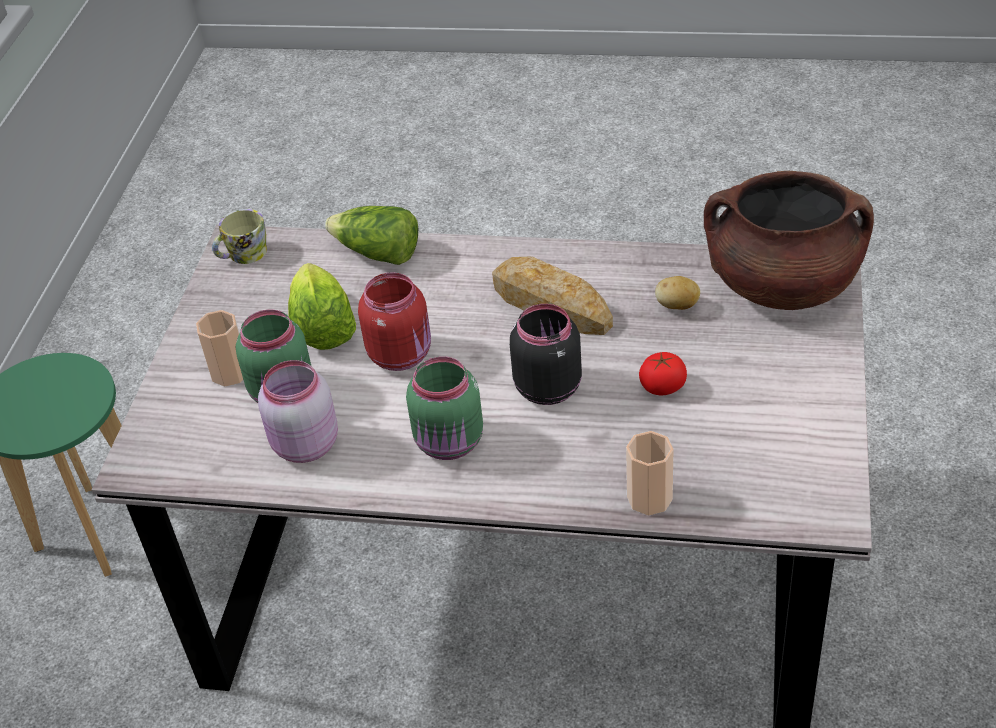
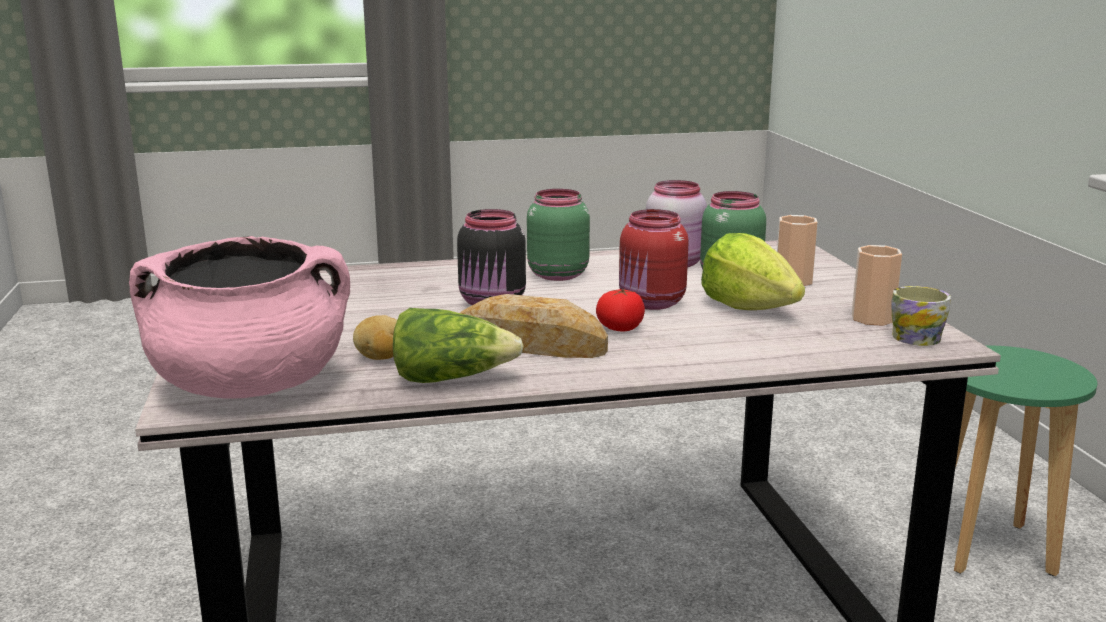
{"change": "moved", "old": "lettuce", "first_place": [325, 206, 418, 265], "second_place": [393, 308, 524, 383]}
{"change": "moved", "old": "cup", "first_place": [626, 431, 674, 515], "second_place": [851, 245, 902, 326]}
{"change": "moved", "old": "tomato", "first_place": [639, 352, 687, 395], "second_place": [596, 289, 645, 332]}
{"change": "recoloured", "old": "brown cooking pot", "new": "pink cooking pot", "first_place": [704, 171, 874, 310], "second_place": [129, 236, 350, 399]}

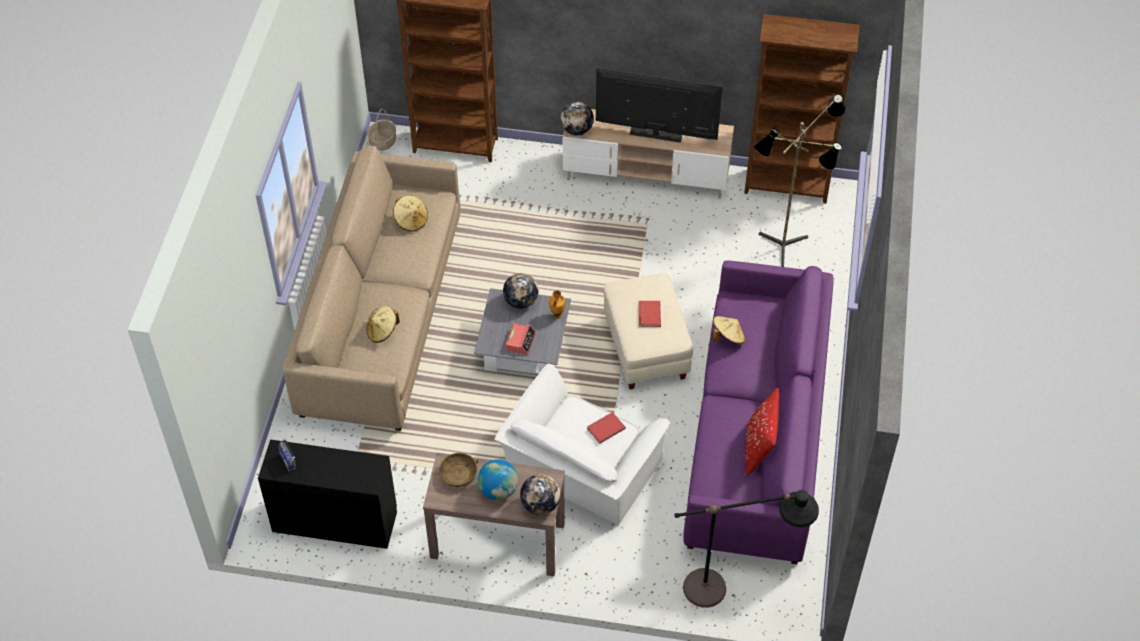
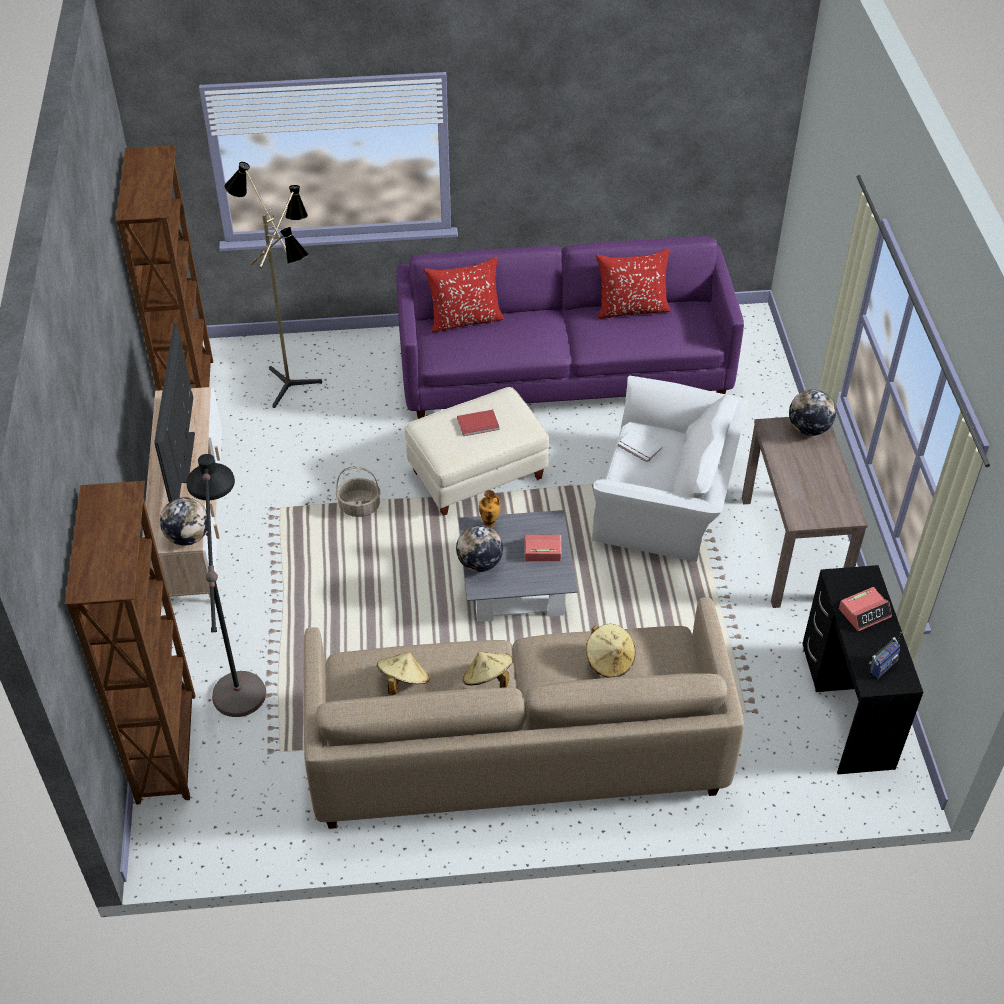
{"change": "removed", "old": "brown bowl", "first_place": [439, 453, 478, 487]}
{"change": "removed", "old": "globe", "first_place": [478, 460, 518, 500]}
{"change": "added", "new": "red pillow", "second_place": [424, 257, 504, 332]}
{"change": "added", "new": "alarm clock", "second_place": [839, 587, 892, 631]}
{"change": "moved", "old": "basket", "first_place": [367, 109, 396, 151], "second_place": [336, 466, 381, 517]}
{"change": "moved", "old": "black floor lamp", "first_place": [674, 490, 819, 608], "second_place": [186, 454, 266, 717]}
{"change": "moved", "old": "beige hat", "first_place": [712, 316, 745, 344], "second_place": [463, 652, 513, 688]}
{"change": "recoloured", "old": "red book", "new": "white book", "first_place": [587, 412, 626, 444], "second_place": [618, 430, 663, 463]}

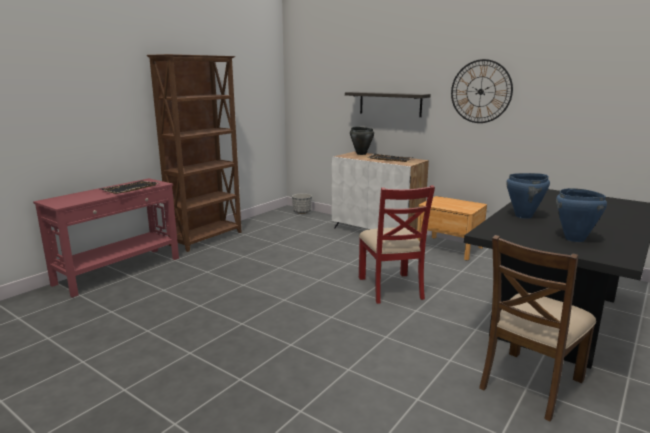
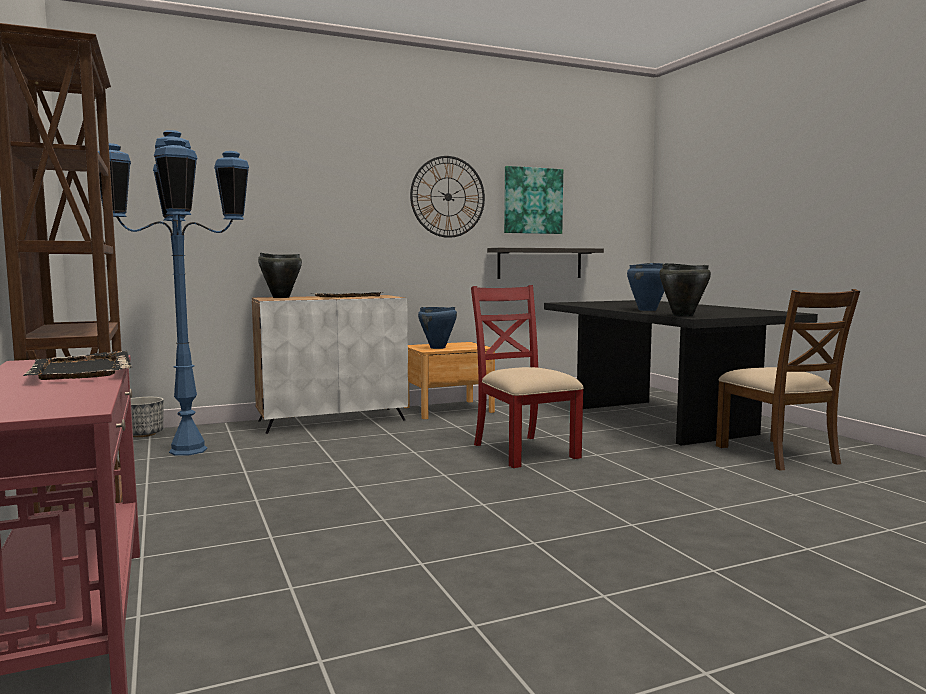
{"change": "added", "new": "blue floor lamp", "second_place": [98, 130, 249, 456]}
{"change": "added", "new": "picture", "second_place": [504, 166, 563, 234]}
{"change": "added", "new": "black cooking pot", "second_place": [660, 263, 711, 317]}
{"change": "moved", "old": "shelf", "first_place": [345, 92, 431, 117], "second_place": [487, 248, 604, 279]}
{"change": "moved", "old": "blue cooking pot", "first_place": [556, 188, 607, 242], "second_place": [418, 307, 457, 349]}
{"change": "turned", "old": "red chair", "first_place": [359, 185, 435, 304], "second_place": [471, 285, 584, 468], "degrees": -135}

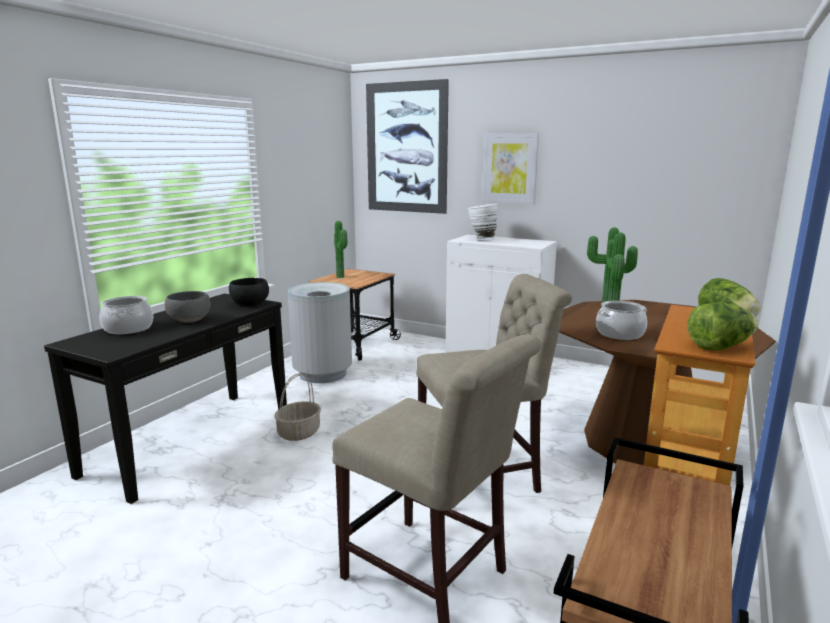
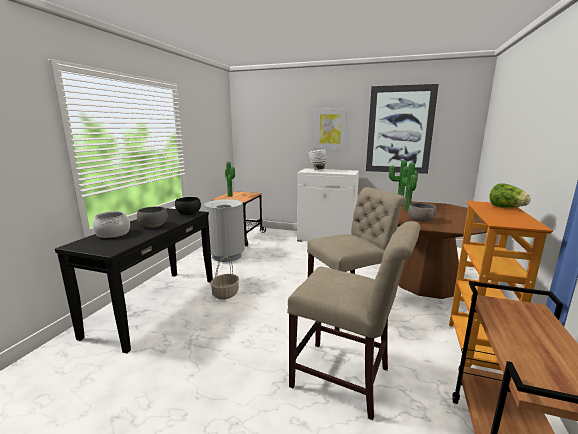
{"change": "removed", "old": "lettuce", "first_place": [687, 302, 758, 350]}
{"change": "moved", "old": "picture", "first_place": [366, 79, 449, 214], "second_place": [366, 84, 439, 174]}
{"change": "replaced", "old": "cooking pot", "new": "grey bowl", "first_place": [596, 301, 647, 340], "second_place": [408, 203, 437, 222]}

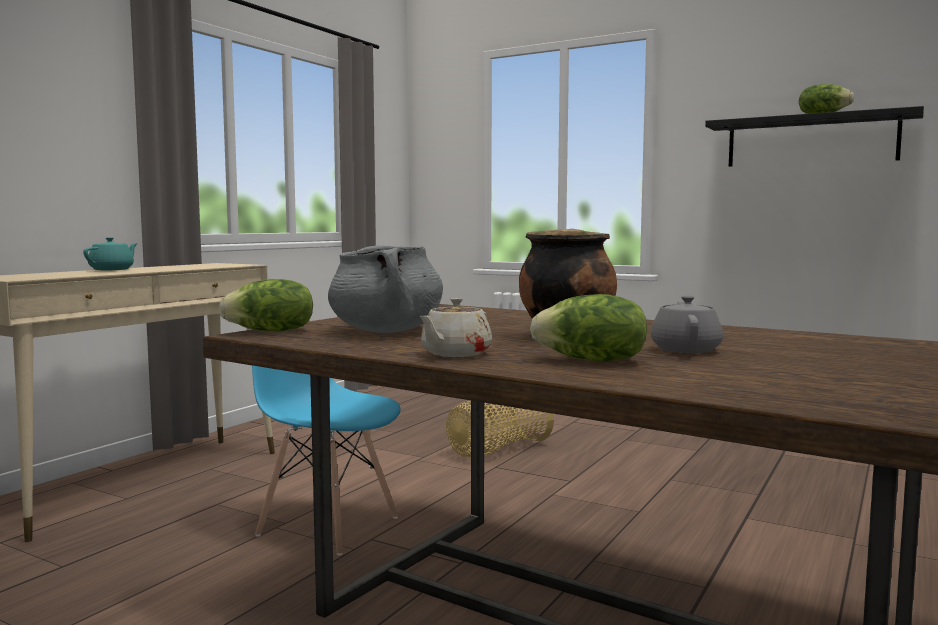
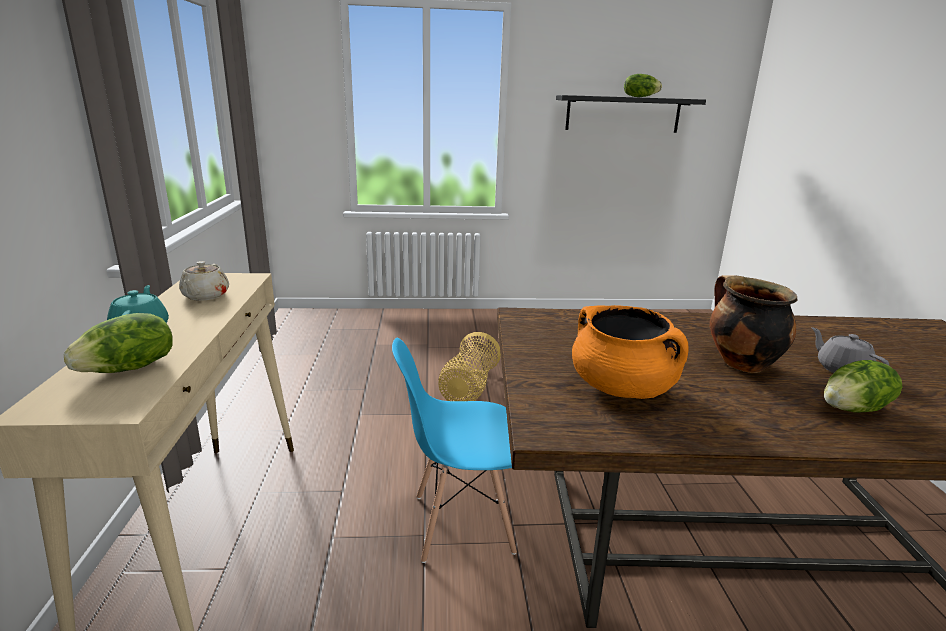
{"change": "moved", "old": "lettuce", "first_place": [219, 279, 313, 332], "second_place": [64, 313, 173, 373]}
{"change": "moved", "old": "beige teapot", "first_place": [419, 298, 492, 357], "second_place": [179, 261, 229, 301]}
{"change": "recoloured", "old": "grey cooking pot", "new": "orange cooking pot", "first_place": [328, 245, 443, 333], "second_place": [572, 305, 689, 399]}

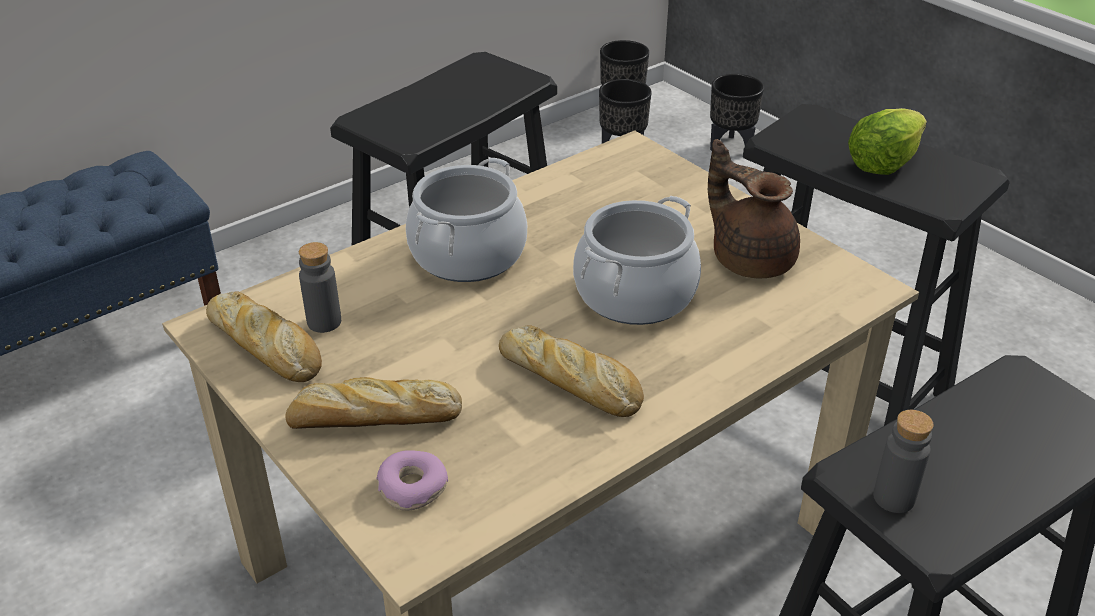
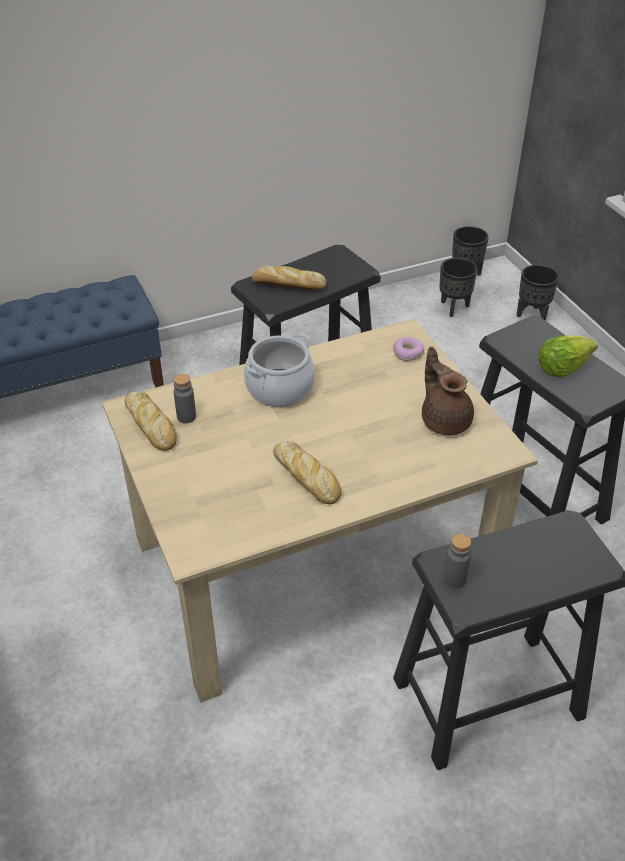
{"change": "removed", "old": "cooking pot", "first_place": [573, 196, 701, 325]}
{"change": "moved", "old": "bread", "first_place": [286, 377, 462, 429], "second_place": [252, 265, 327, 290]}
{"change": "moved", "old": "donut", "first_place": [376, 450, 448, 511], "second_place": [393, 337, 424, 361]}

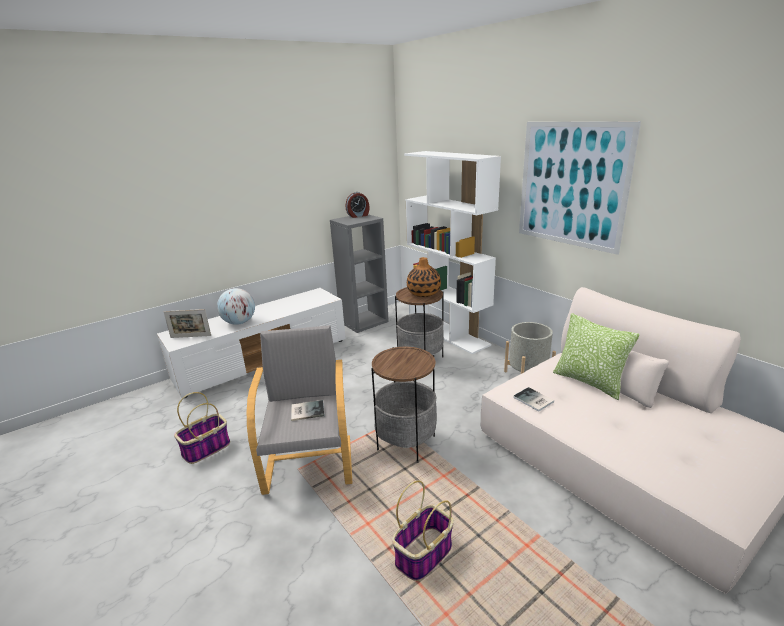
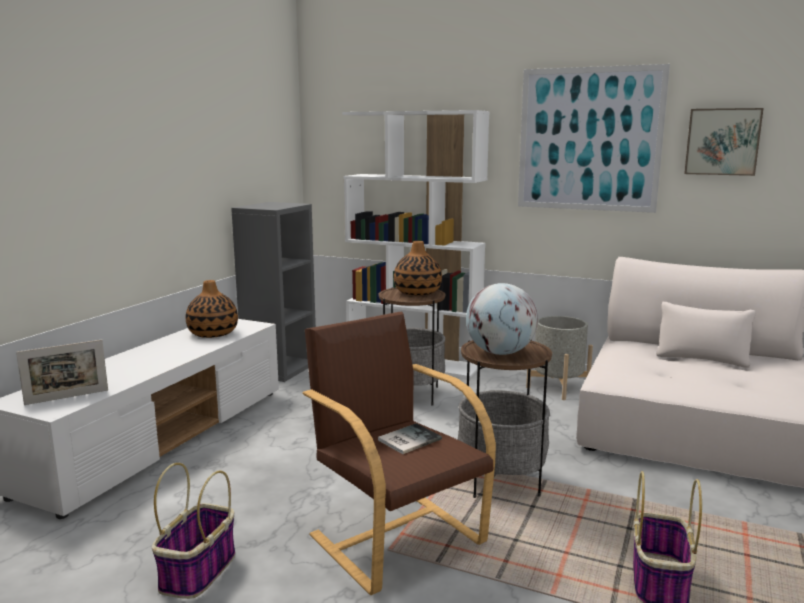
{"change": "removed", "old": "alarm clock", "first_place": [345, 192, 370, 218]}
{"change": "removed", "old": "book", "first_place": [513, 387, 554, 412]}
{"change": "removed", "old": "pillow", "first_place": [553, 313, 640, 400]}
{"change": "added", "new": "vase", "second_place": [186, 280, 238, 338]}
{"change": "added", "new": "picture", "second_place": [684, 108, 764, 176]}
{"change": "moved", "old": "globe", "first_place": [217, 288, 255, 325], "second_place": [466, 283, 538, 355]}
{"change": "recoloured", "old": "grey armchair", "new": "brown armchair", "first_place": [247, 325, 352, 495], "second_place": [303, 312, 496, 595]}

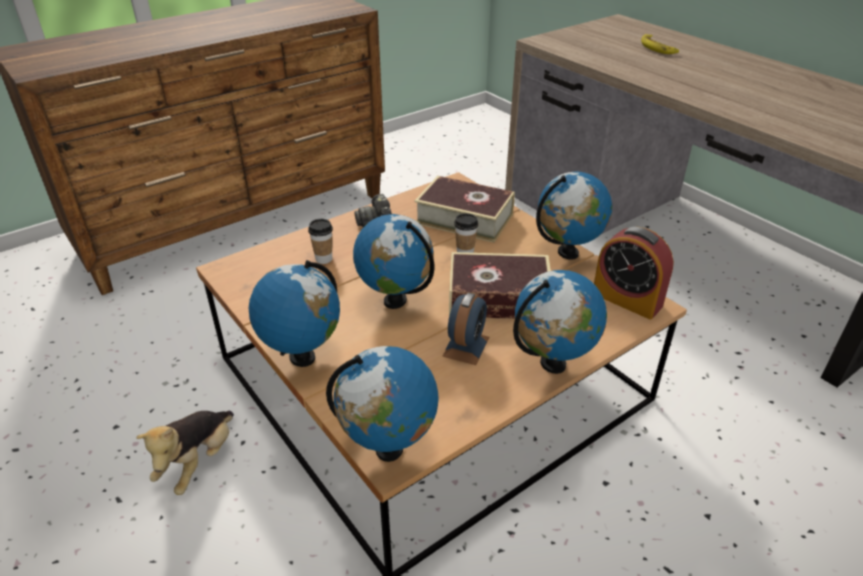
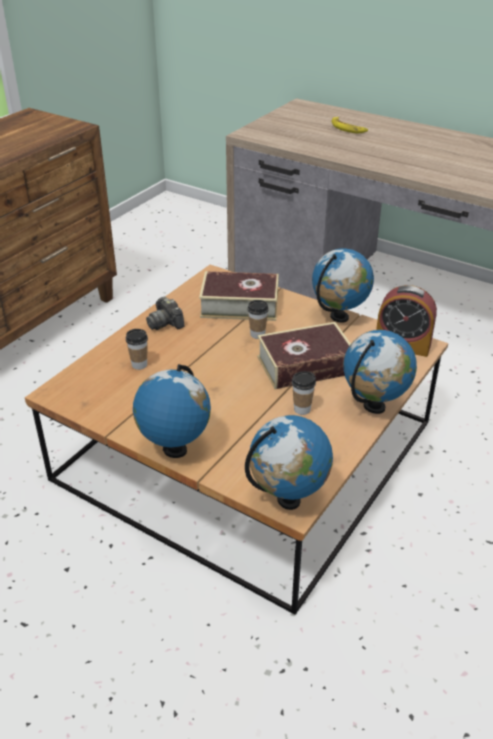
{"change": "removed", "old": "plush toy", "first_place": [136, 411, 234, 495]}
{"change": "removed", "old": "globe", "first_place": [353, 214, 434, 309]}
{"change": "replaced", "old": "alarm clock", "new": "cup", "first_place": [442, 293, 489, 365], "second_place": [292, 371, 316, 415]}

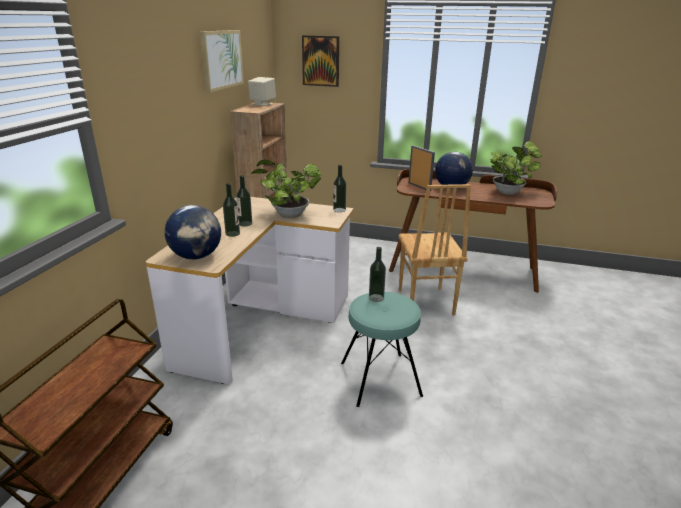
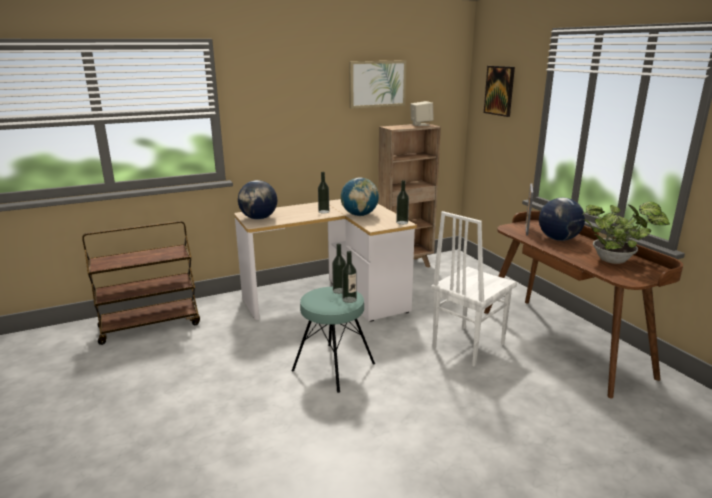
{"change": "moved", "old": "bottle", "first_place": [223, 183, 240, 237], "second_place": [342, 251, 357, 303]}
{"change": "replaced", "old": "potted plant", "new": "globe", "first_place": [249, 160, 322, 218], "second_place": [341, 177, 379, 216]}
{"change": "recoloured", "old": "brown chair", "new": "white chair", "first_place": [399, 184, 471, 316], "second_place": [431, 211, 517, 367]}

